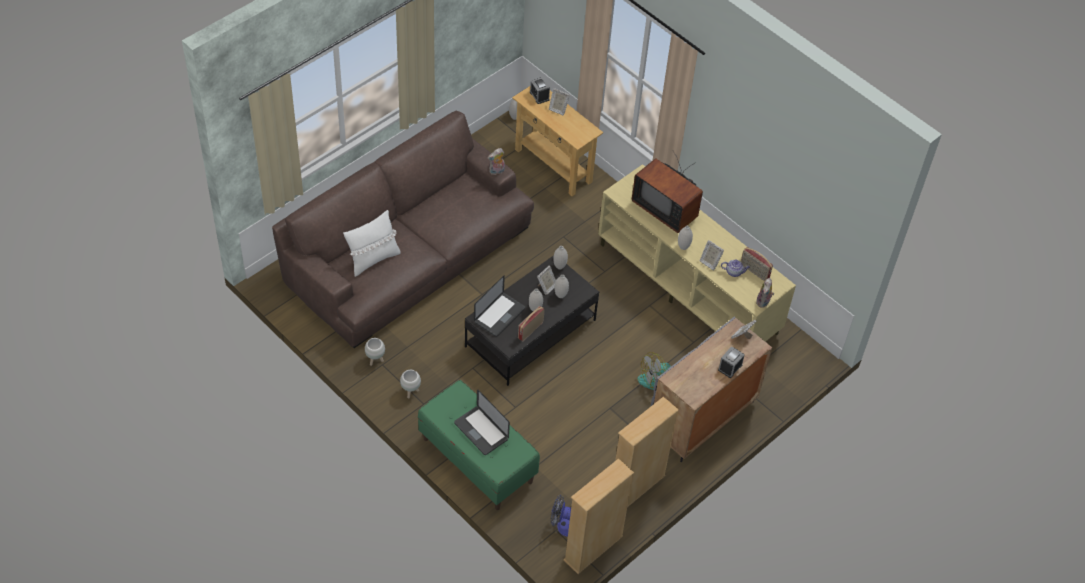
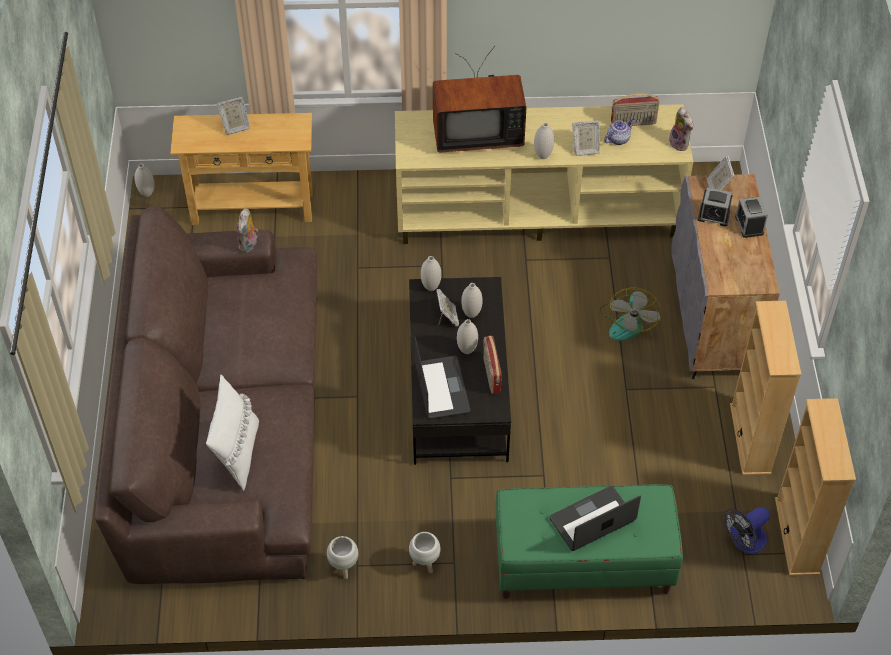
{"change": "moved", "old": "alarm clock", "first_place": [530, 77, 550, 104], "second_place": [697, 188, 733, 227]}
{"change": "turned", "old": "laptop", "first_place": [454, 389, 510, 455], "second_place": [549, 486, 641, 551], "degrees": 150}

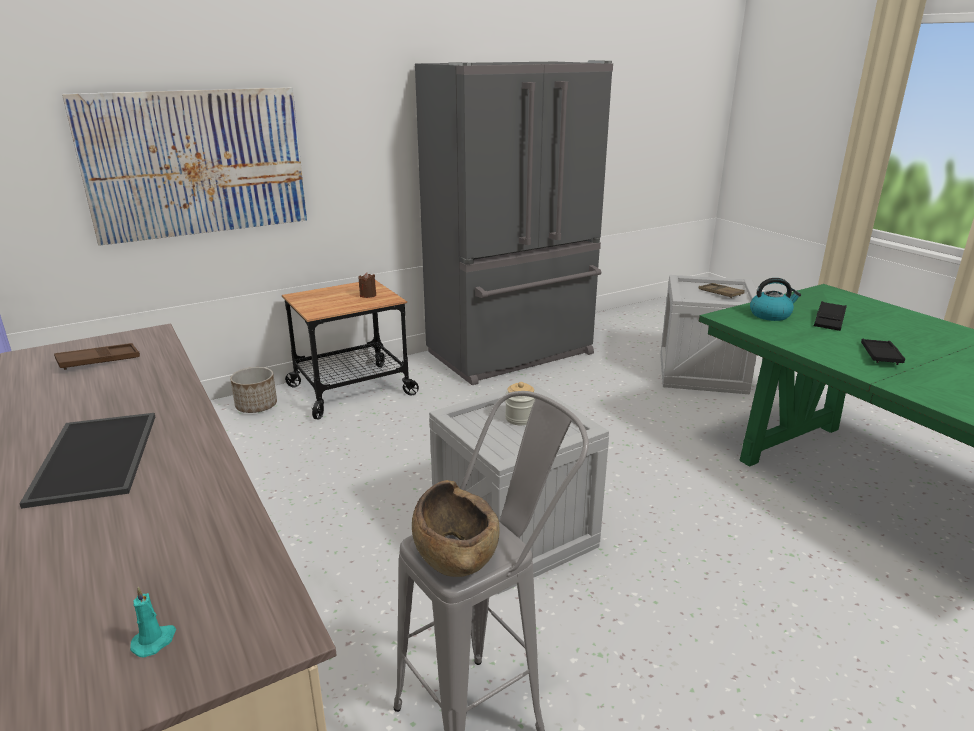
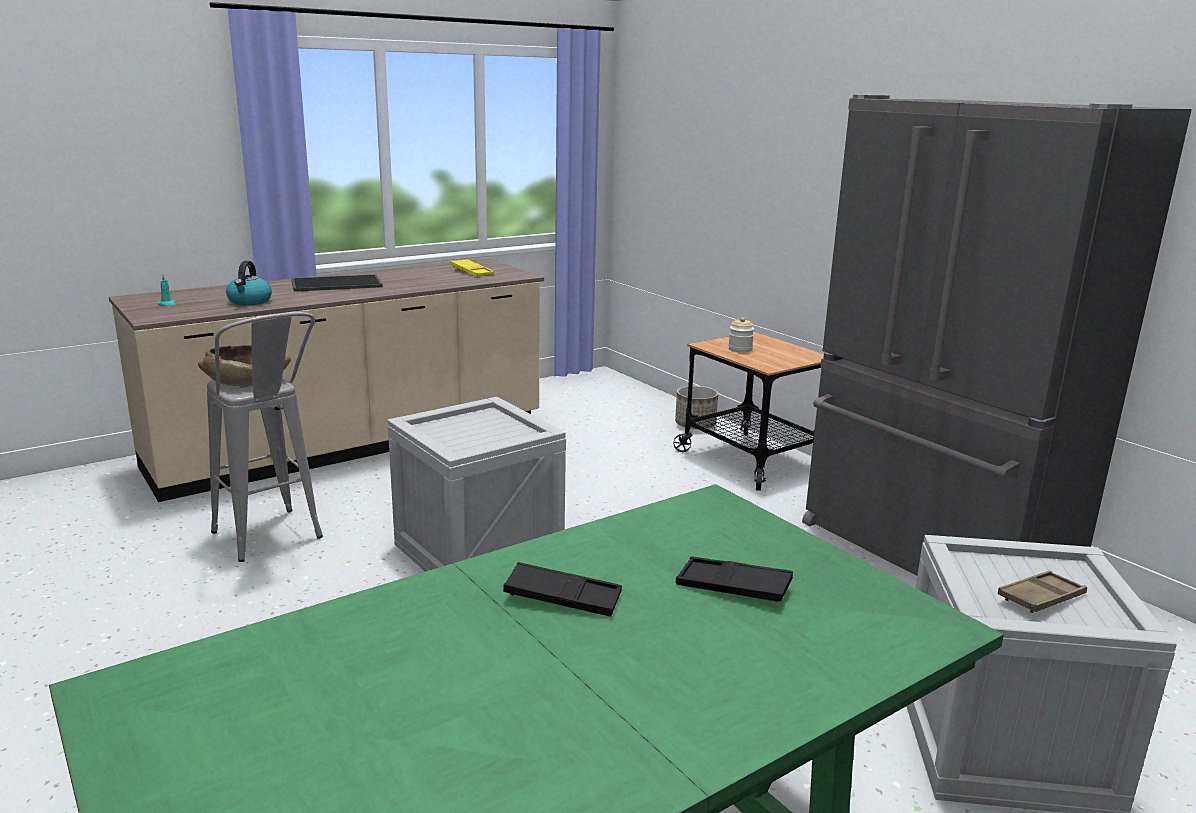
{"change": "removed", "old": "picture", "first_place": [62, 87, 307, 246]}
{"change": "removed", "old": "brown candle", "first_place": [358, 272, 376, 298]}
{"change": "moved", "old": "jar", "first_place": [505, 382, 535, 425], "second_place": [728, 317, 754, 352]}
{"change": "moved", "old": "kettle", "first_place": [750, 278, 802, 321], "second_place": [226, 261, 272, 305]}
{"change": "recoloured", "old": "brown tray", "new": "yellow tray", "first_place": [54, 343, 140, 370], "second_place": [450, 259, 494, 277]}

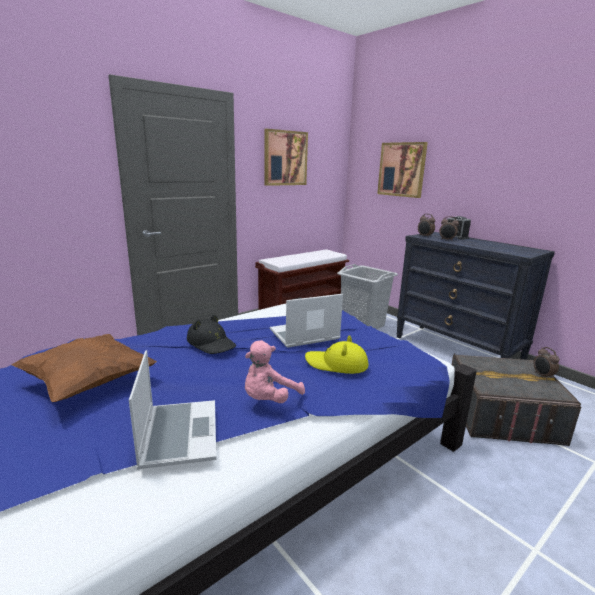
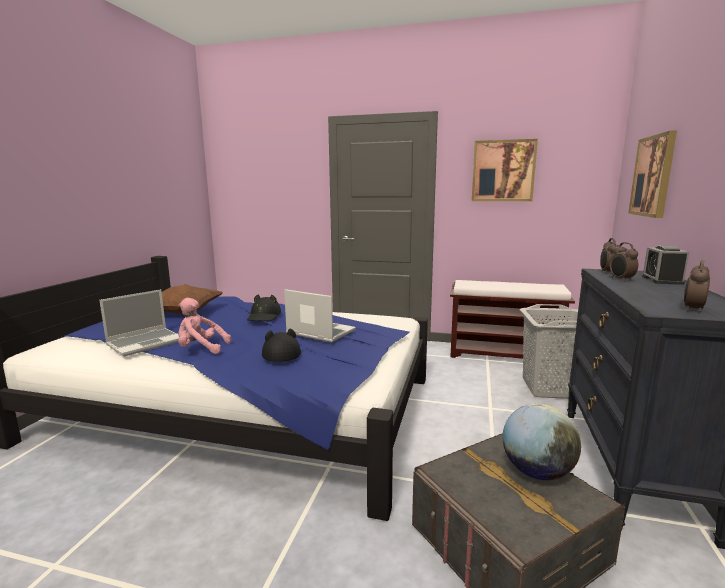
{"change": "added", "new": "globe", "second_place": [503, 404, 581, 480]}
{"change": "moved", "old": "alarm clock", "first_place": [534, 347, 560, 380], "second_place": [684, 260, 710, 312]}
{"change": "recoloured", "old": "yellow hat", "new": "black hat", "first_place": [305, 335, 369, 374], "second_place": [262, 329, 301, 362]}

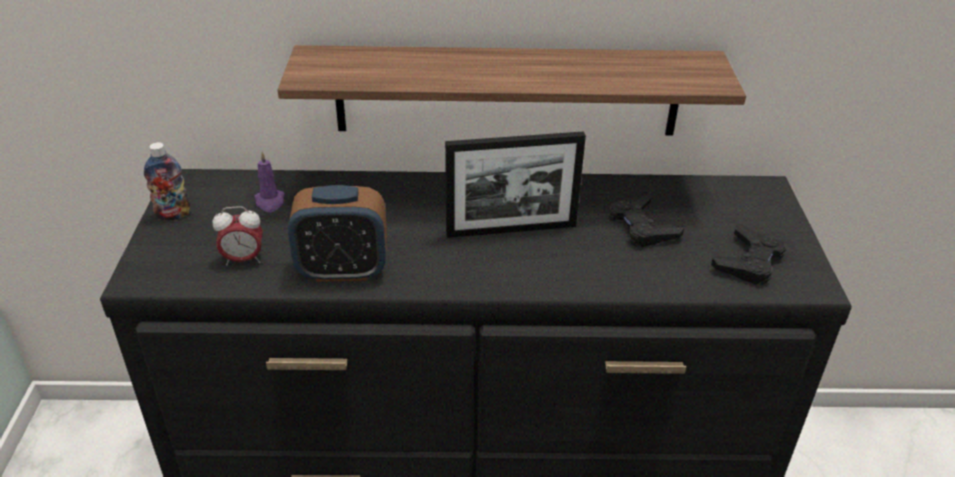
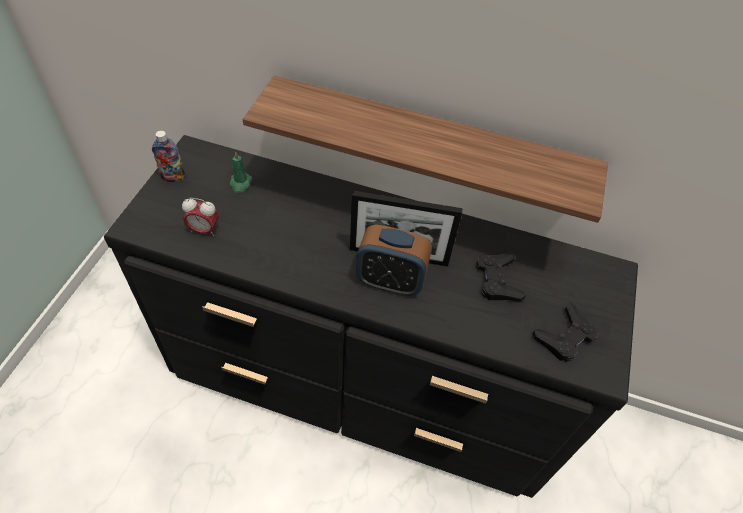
{"change": "moved", "old": "alarm clock", "first_place": [288, 185, 387, 282], "second_place": [356, 225, 432, 296]}
{"change": "recoloured", "old": "purple candle", "new": "green candle", "first_place": [254, 152, 285, 212], "second_place": [230, 151, 253, 193]}

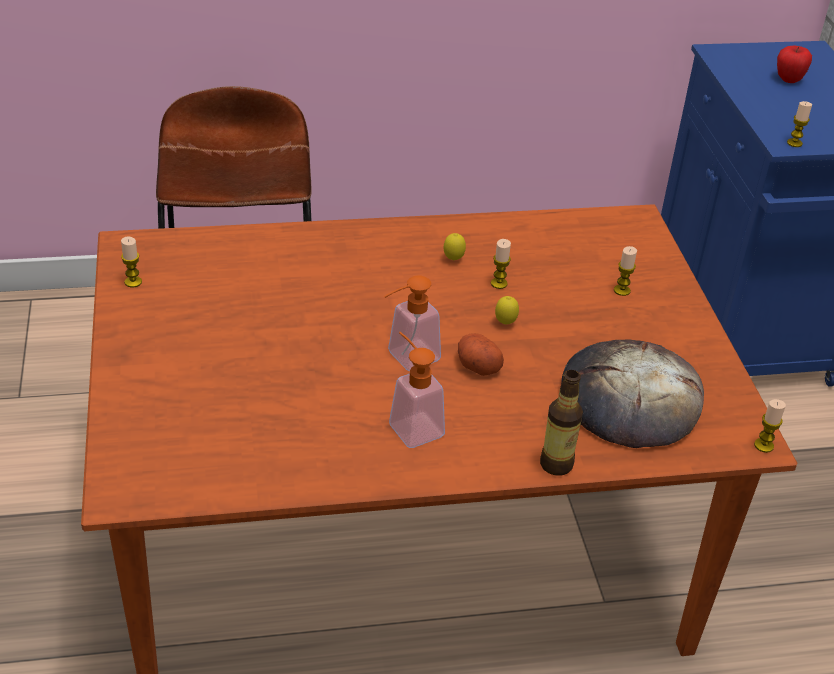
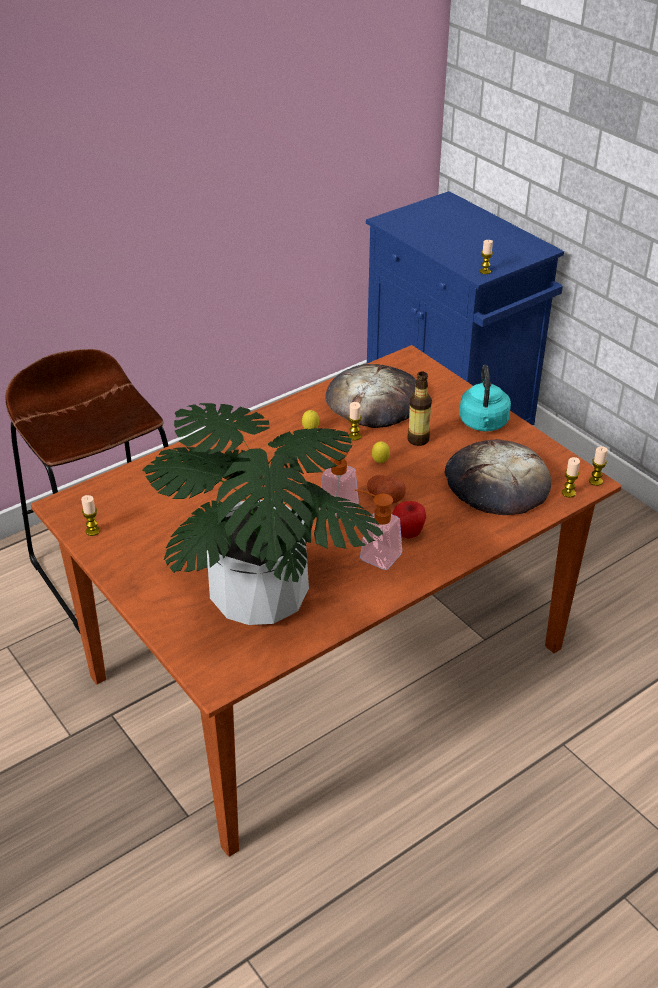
{"change": "added", "new": "potted plant", "second_place": [142, 403, 383, 625]}
{"change": "added", "new": "bread", "second_place": [325, 364, 417, 428]}
{"change": "added", "new": "turquoise kettle", "second_place": [459, 365, 511, 432]}
{"change": "moved", "old": "bottle", "first_place": [540, 370, 583, 476], "second_place": [407, 371, 432, 446]}
{"change": "moved", "old": "candle", "first_place": [614, 246, 637, 296], "second_place": [562, 457, 580, 498]}
{"change": "moved", "old": "apple", "first_place": [777, 46, 812, 83], "second_place": [392, 501, 426, 538]}

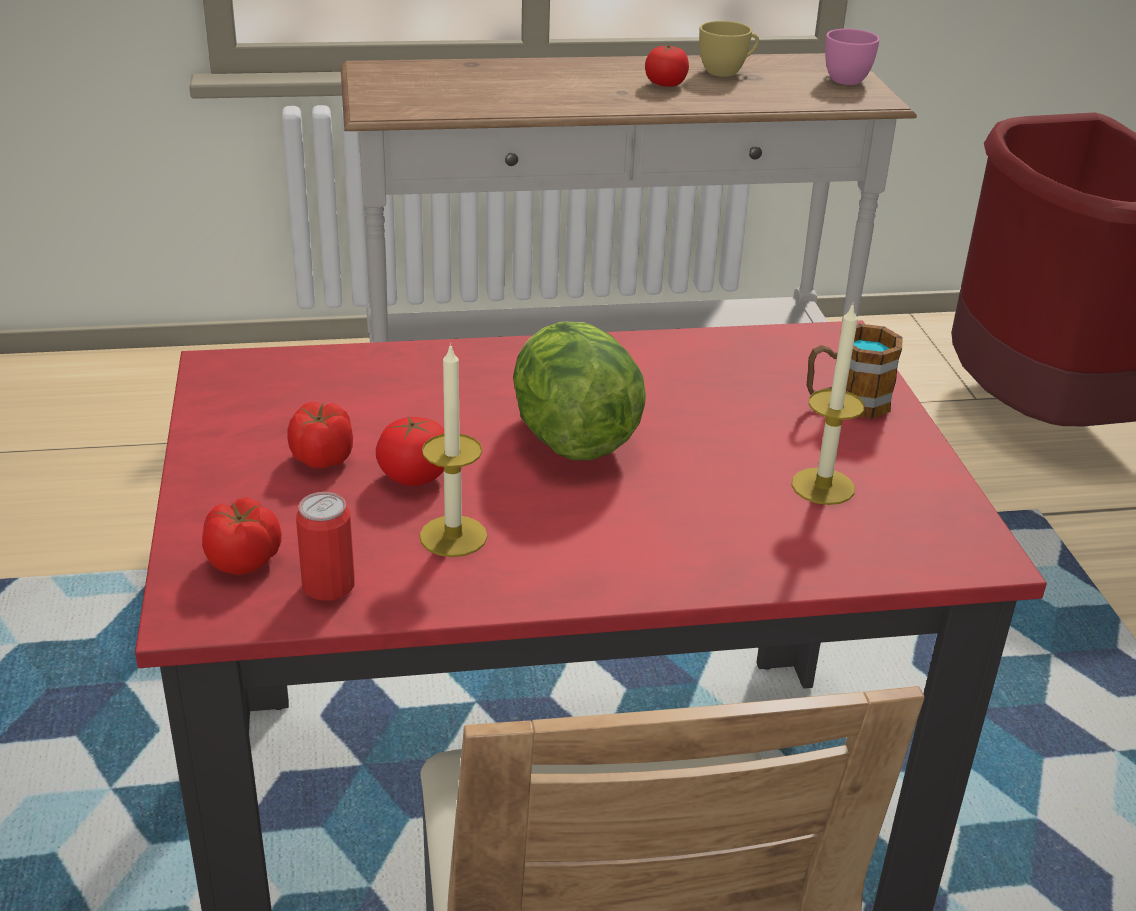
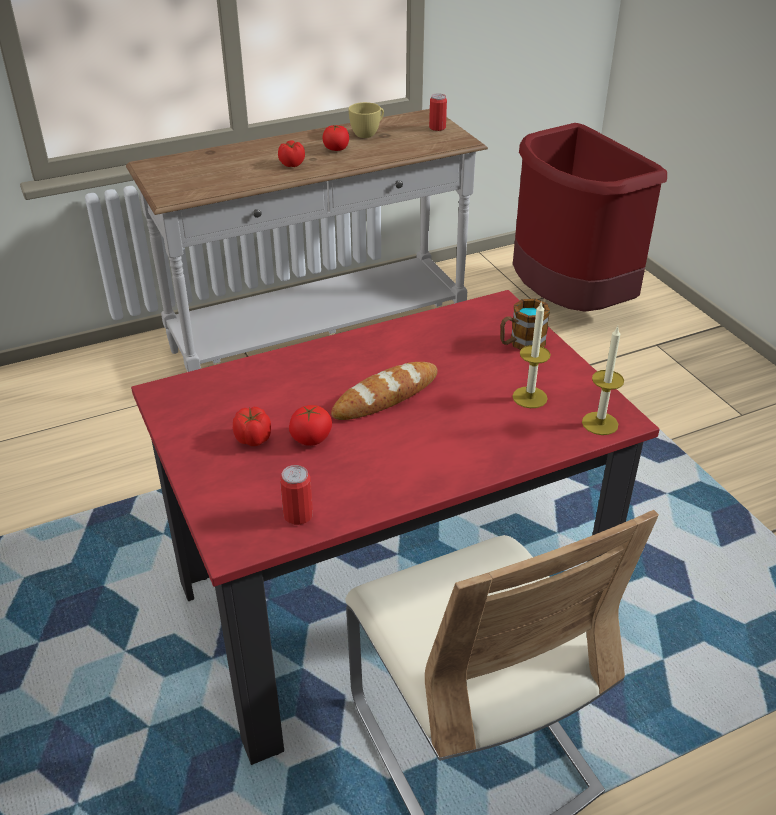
{"change": "moved", "old": "tomato", "first_place": [202, 497, 282, 575], "second_place": [278, 140, 305, 167]}
{"change": "moved", "old": "candle", "first_place": [419, 343, 487, 557], "second_place": [582, 326, 624, 435]}
{"change": "replaced", "old": "lettuce", "new": "bread", "first_place": [513, 322, 646, 460], "second_place": [331, 362, 438, 420]}
{"change": "replaced", "old": "pink cup", "new": "can", "first_place": [825, 29, 880, 85], "second_place": [429, 93, 447, 131]}

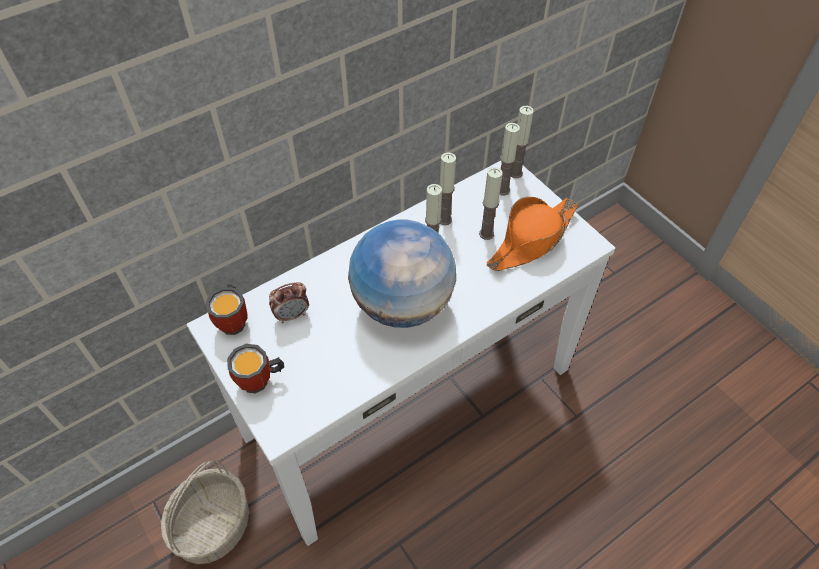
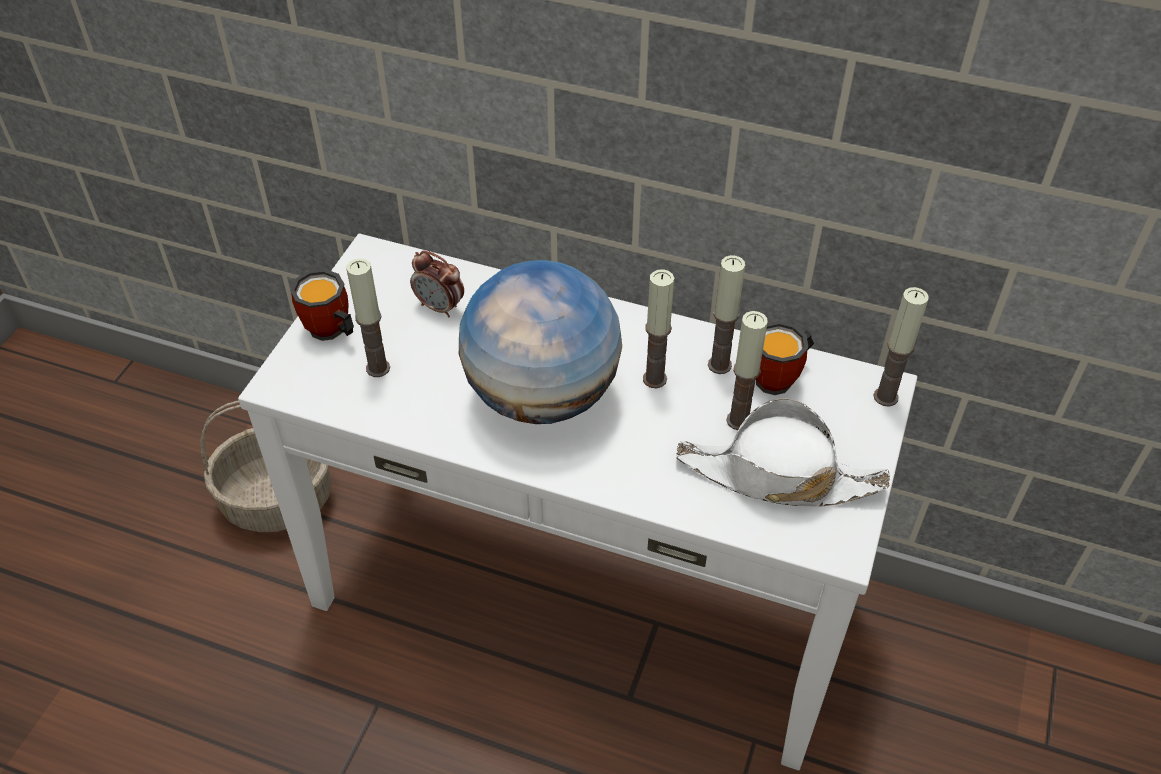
{"change": "moved", "old": "mug", "first_place": [206, 285, 248, 335], "second_place": [756, 321, 814, 395]}
{"change": "moved", "old": "candle", "first_place": [500, 123, 520, 196], "second_place": [347, 258, 390, 377]}
{"change": "recoloured", "old": "orange hat", "new": "white hat", "first_place": [487, 197, 578, 271], "second_place": [676, 398, 890, 507]}

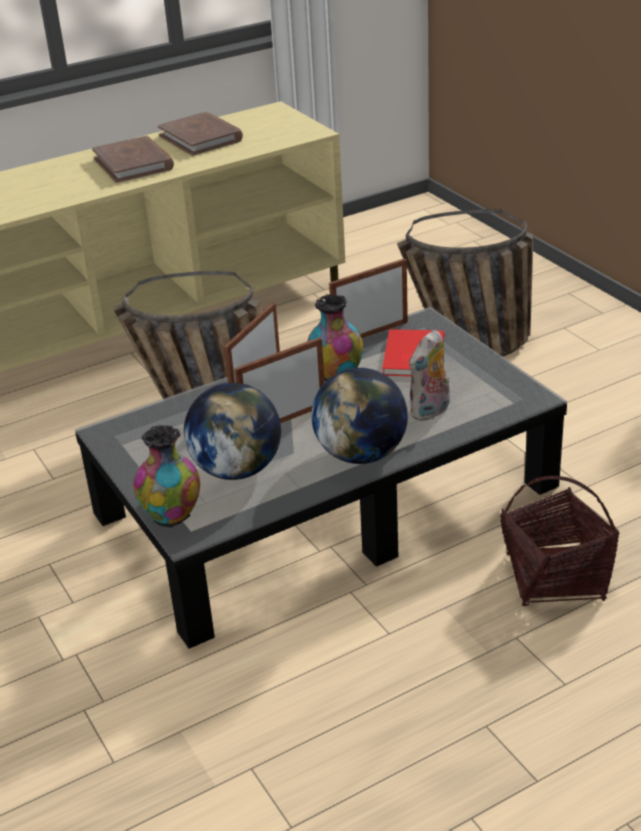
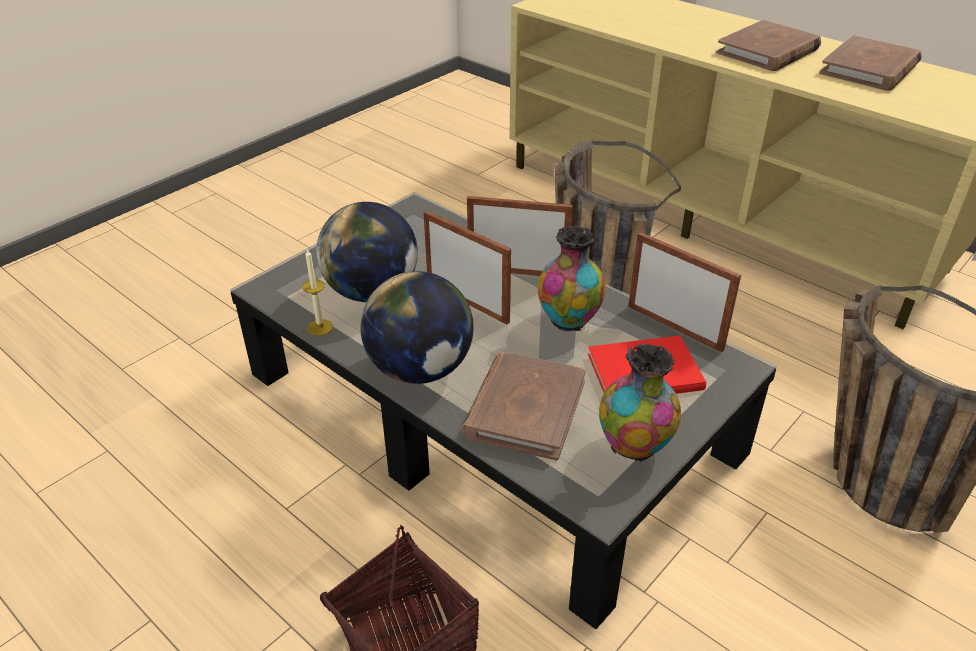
{"change": "added", "new": "candle", "second_place": [302, 249, 333, 336]}
{"change": "moved", "old": "vase", "first_place": [134, 425, 200, 528], "second_place": [599, 344, 681, 462]}
{"change": "replaced", "old": "plush toy", "new": "brown book", "first_place": [409, 330, 450, 421], "second_place": [461, 352, 586, 460]}

